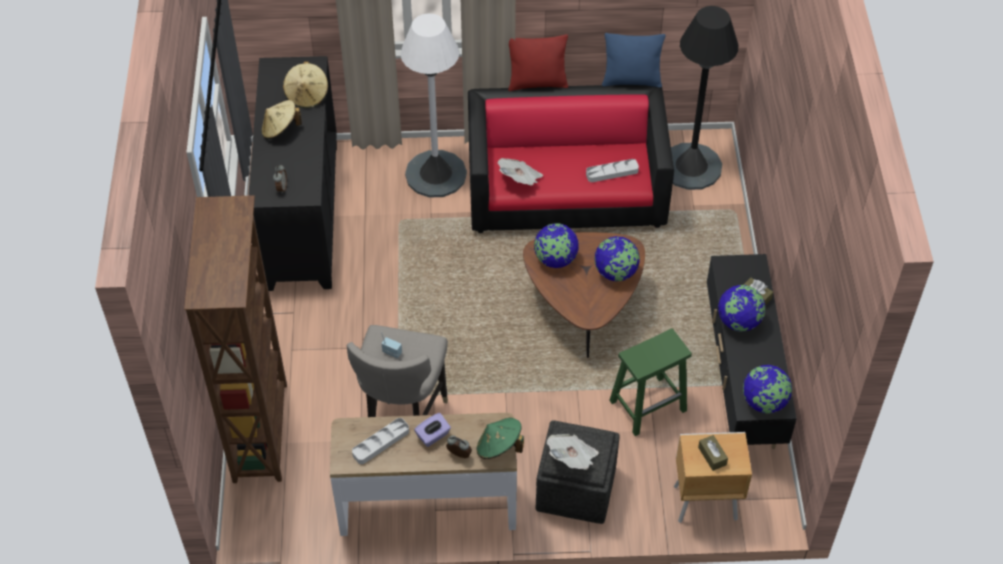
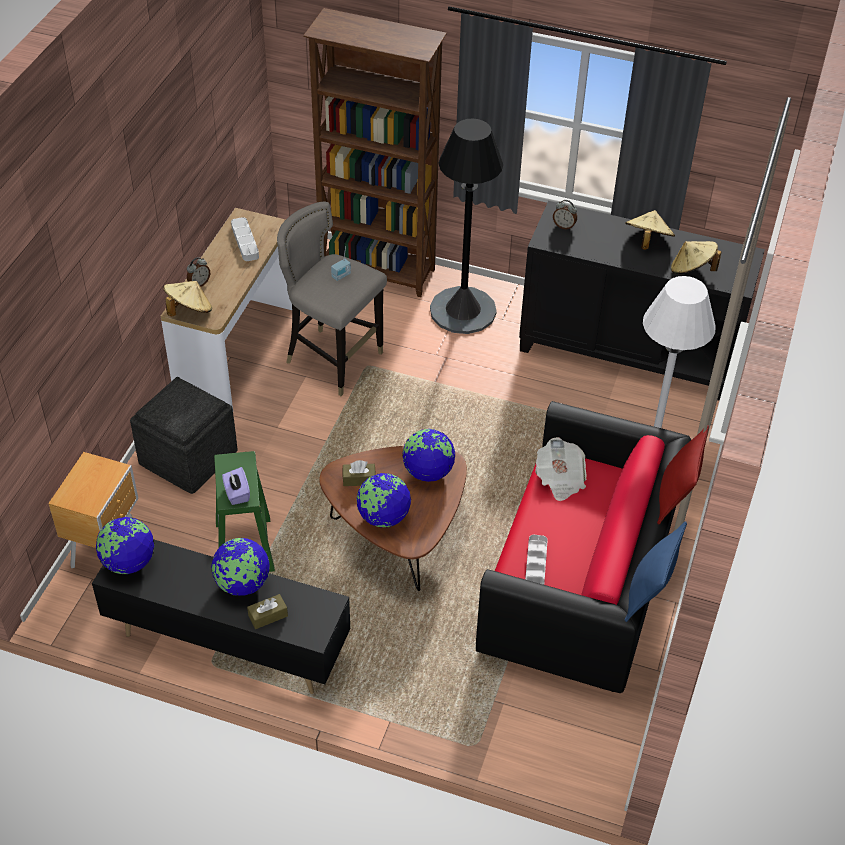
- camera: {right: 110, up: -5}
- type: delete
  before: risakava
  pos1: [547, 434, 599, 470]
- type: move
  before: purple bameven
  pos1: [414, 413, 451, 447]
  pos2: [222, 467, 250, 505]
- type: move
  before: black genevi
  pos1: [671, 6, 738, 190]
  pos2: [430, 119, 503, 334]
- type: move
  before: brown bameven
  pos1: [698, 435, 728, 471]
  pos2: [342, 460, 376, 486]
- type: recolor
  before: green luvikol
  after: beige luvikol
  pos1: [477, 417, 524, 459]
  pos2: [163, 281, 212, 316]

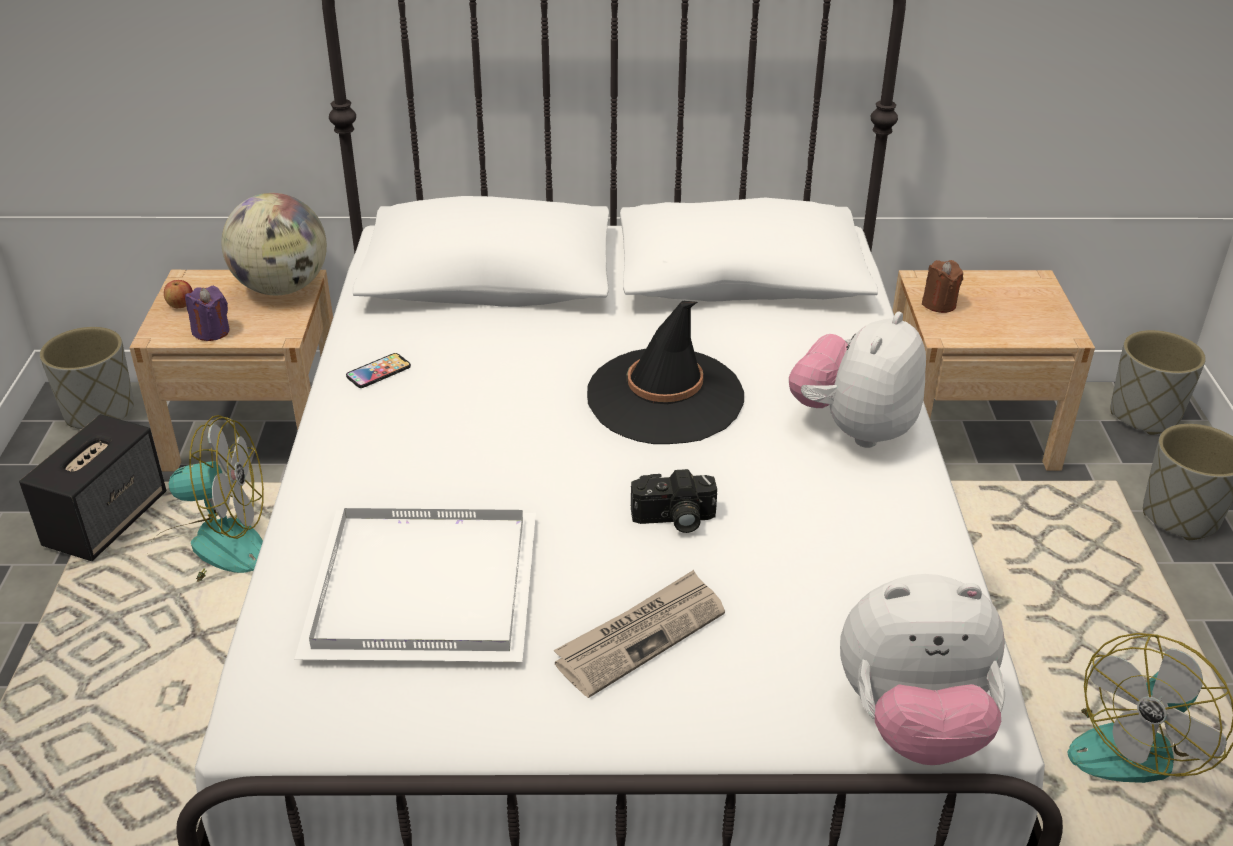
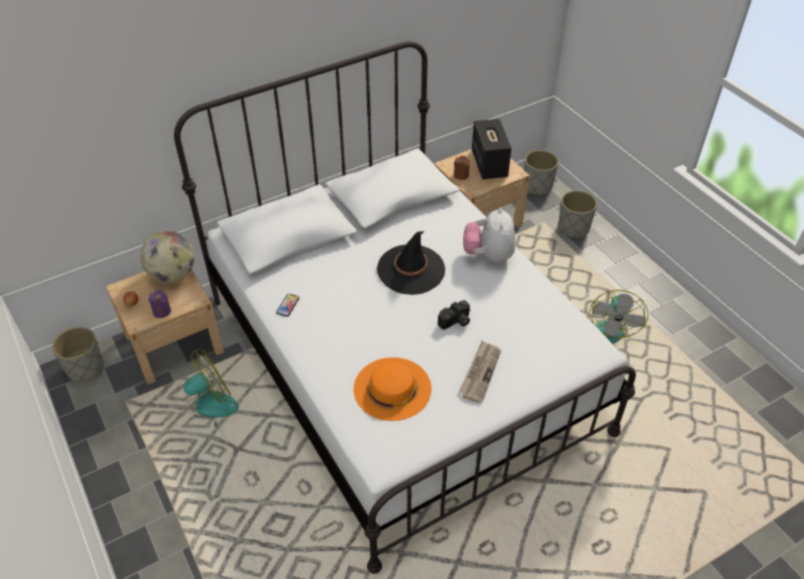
- camera: {right: -30, up: 10}
- type: delete
  before: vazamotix
  pos1: [840, 574, 1005, 765]
- type: move
  before: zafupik
  pos1: [19, 414, 166, 561]
  pos2: [472, 119, 512, 179]
- type: replace
  before: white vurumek
  after: orange luvikol
  pos1: [295, 508, 536, 662]
  pos2: [353, 357, 431, 421]

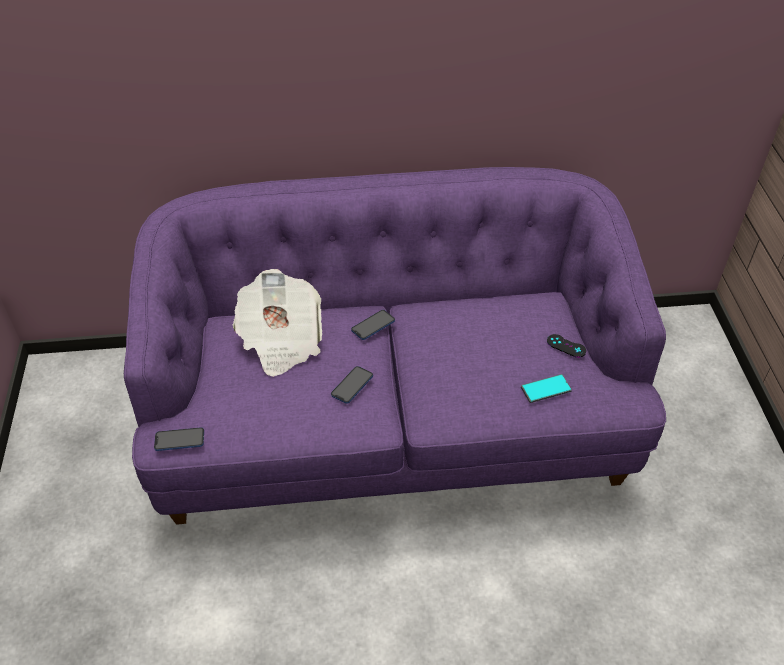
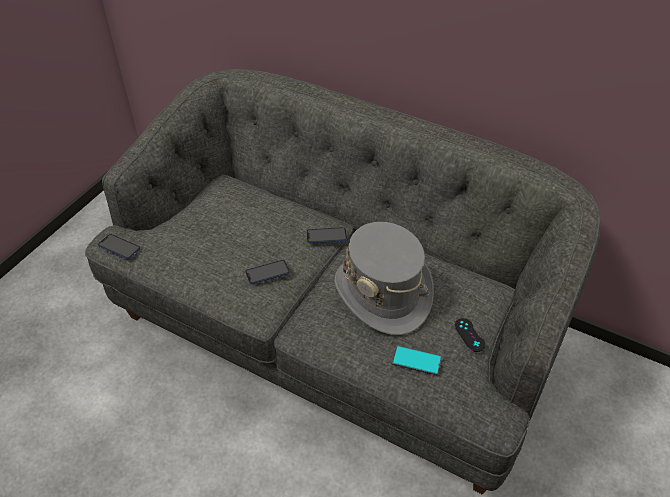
- camera: {right: 35, up: 0}
- type: delete
  before: risakava
  pos1: [233, 269, 322, 377]
- type: insert
  after: grey luvikol
  pos2: [335, 222, 434, 336]
- type: recolor
  before: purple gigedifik
  after: grey gigedifik
  pos1: [124, 167, 666, 525]
  pos2: [85, 69, 601, 495]

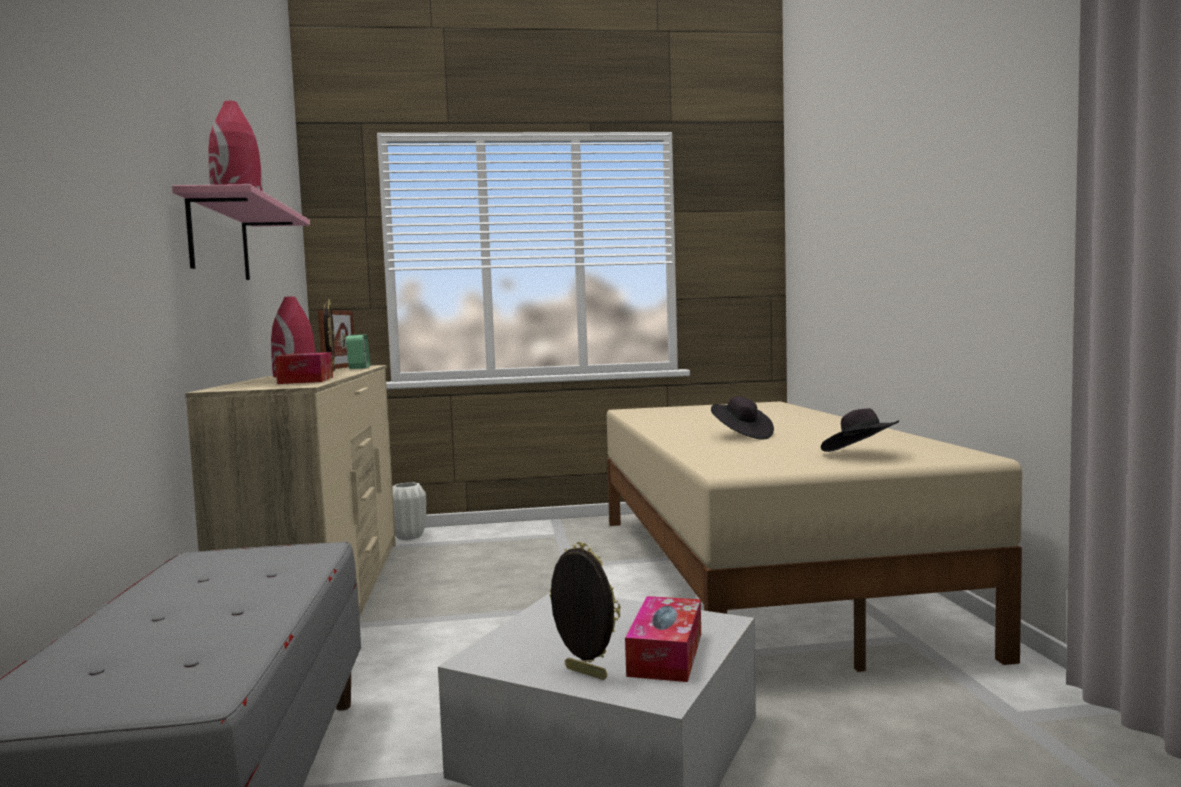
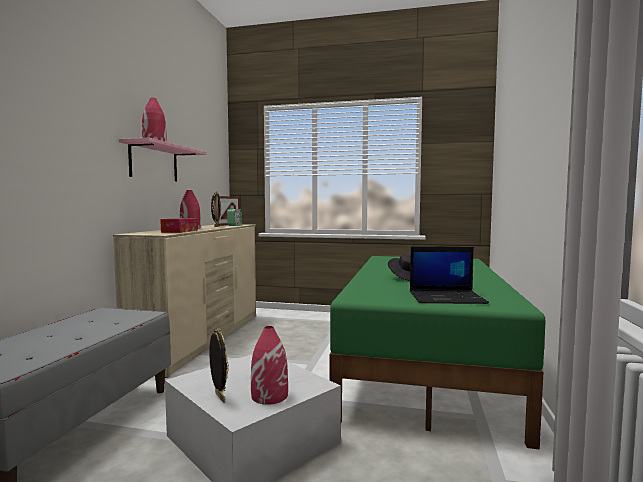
- camera: {right: 20, up: 0}
- type: delete
  before: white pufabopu
  pos1: [392, 482, 426, 540]
- type: replace
  before: bameven
  after: red pufabopu
  pos1: [625, 596, 701, 682]
  pos2: [251, 326, 288, 405]
- type: replace
  before: black luvikol
  after: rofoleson
  pos1: [821, 408, 899, 452]
  pos2: [410, 247, 489, 304]
- type: recolor
  before: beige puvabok
  after: green puvabok
  pos1: [607, 401, 1022, 672]
  pos2: [330, 256, 546, 450]

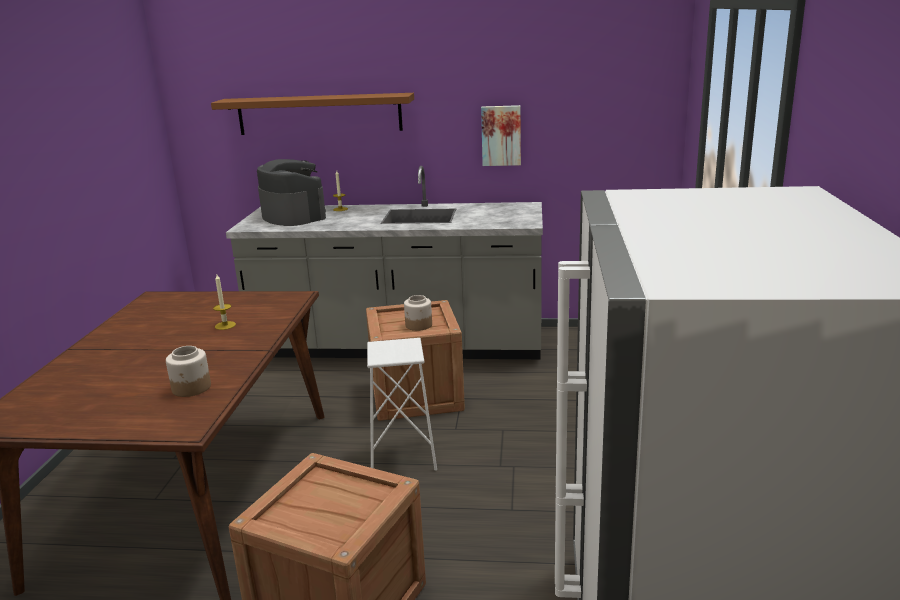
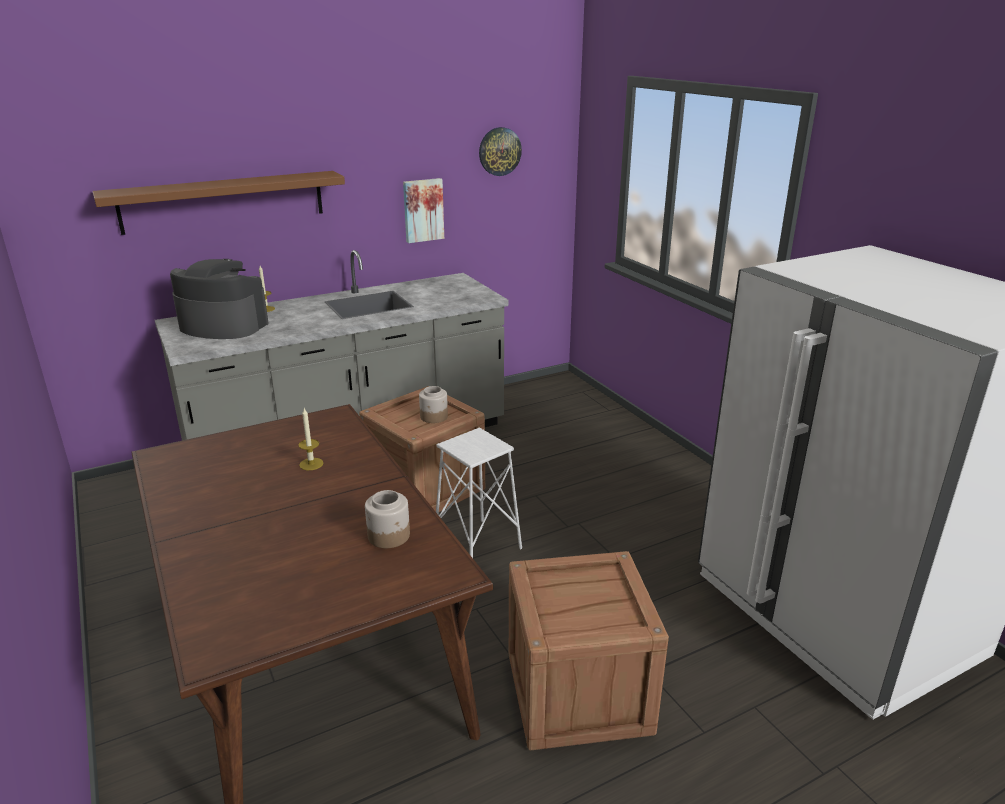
- camera: {right: -35, up: 5}
- type: insert
  after: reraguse
  pos2: [479, 127, 522, 176]

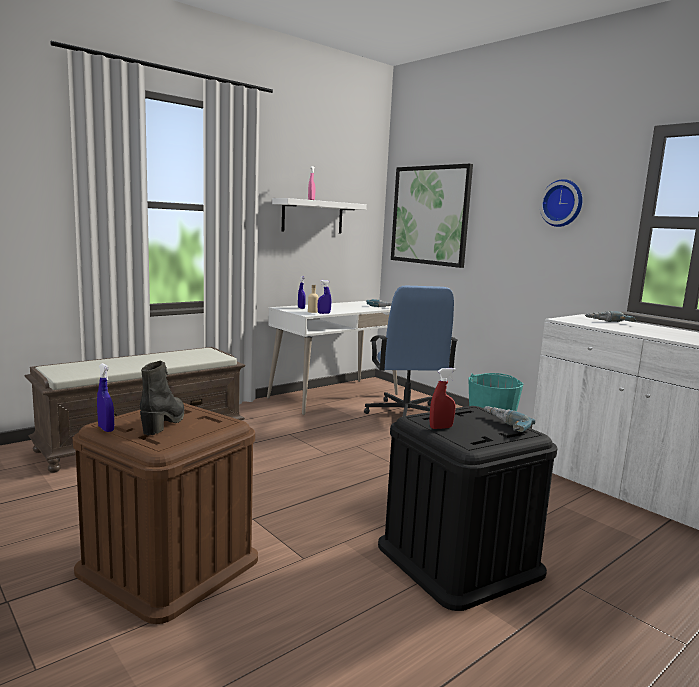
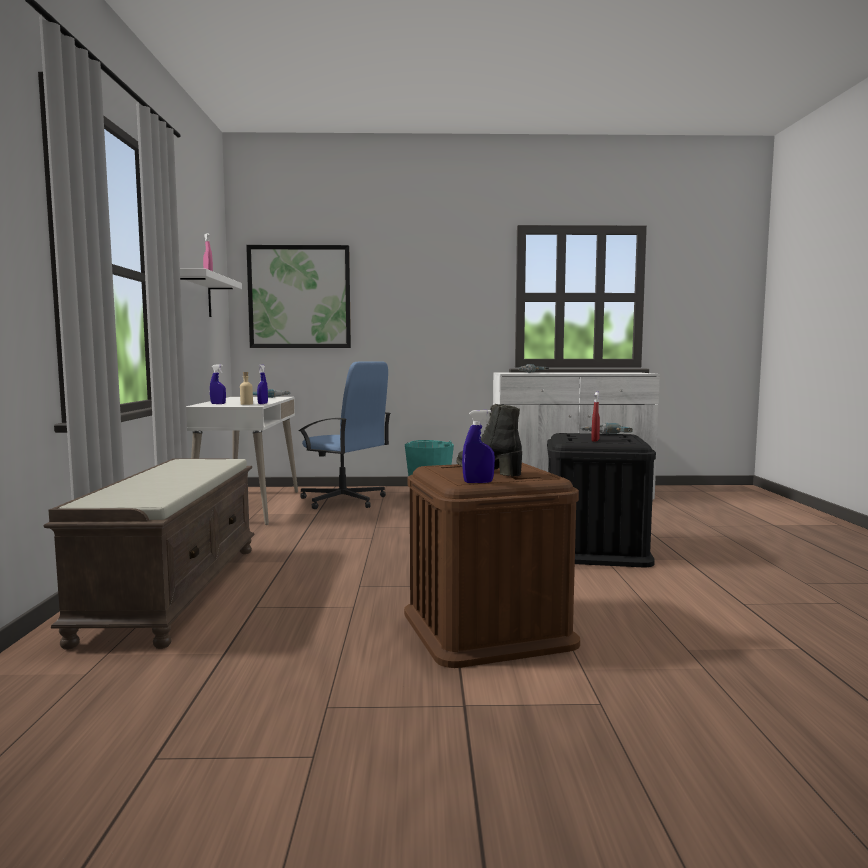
- camera: {right: -50, up: -5}
- type: delete
  before: reraguse
  pos1: [539, 179, 583, 227]

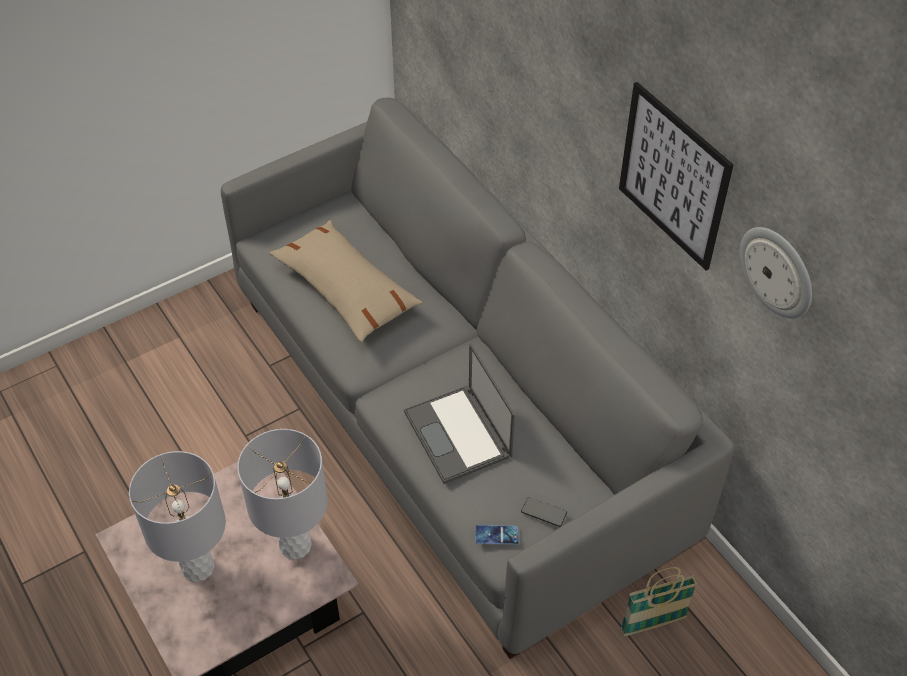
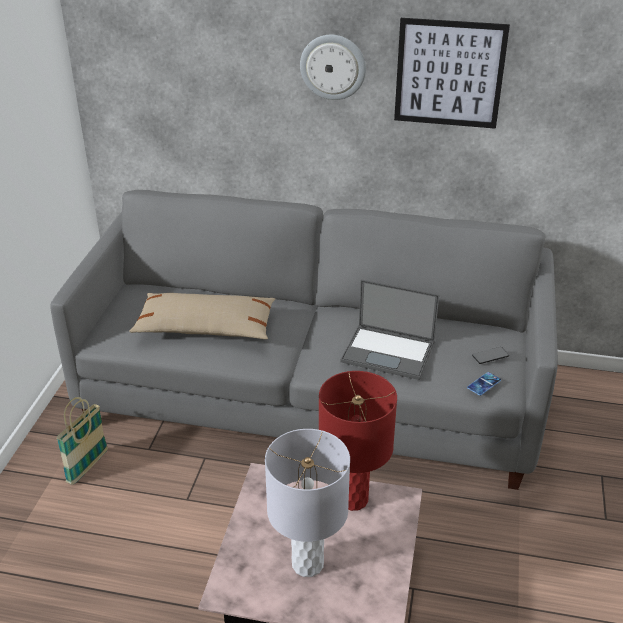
- camera: {right: -45, up: -15}
- type: move
  before: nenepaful
  pos1: [620, 567, 698, 636]
  pos2: [56, 397, 108, 485]
- type: move
  before: reraguse
  pos1: [740, 227, 812, 318]
  pos2: [300, 35, 366, 100]
- type: recolor
  before: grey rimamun
  after: red rimamun
  pos1: [237, 429, 328, 559]
  pos2: [319, 371, 397, 511]

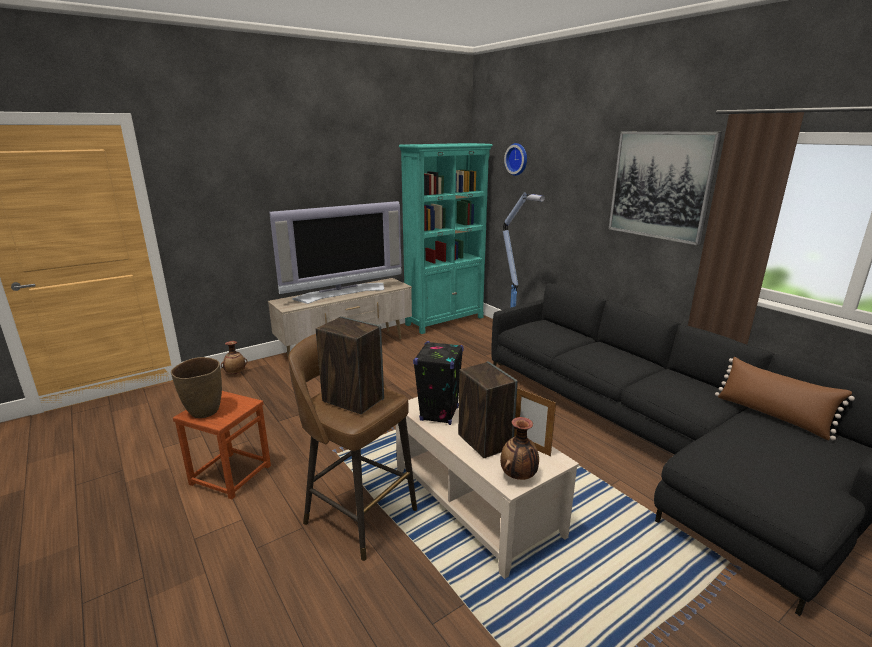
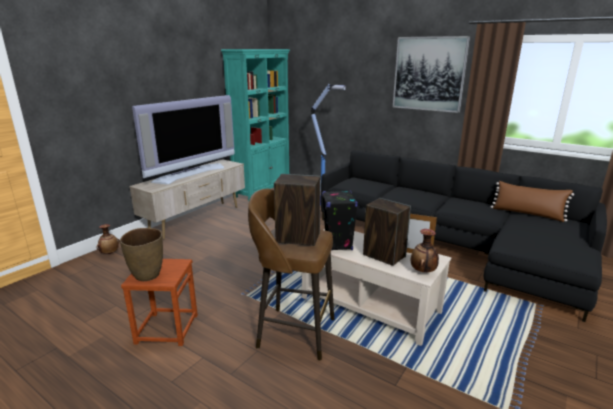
- camera: {right: -20, up: 0}
- type: delete
  before: reraguse
  pos1: [504, 143, 527, 176]

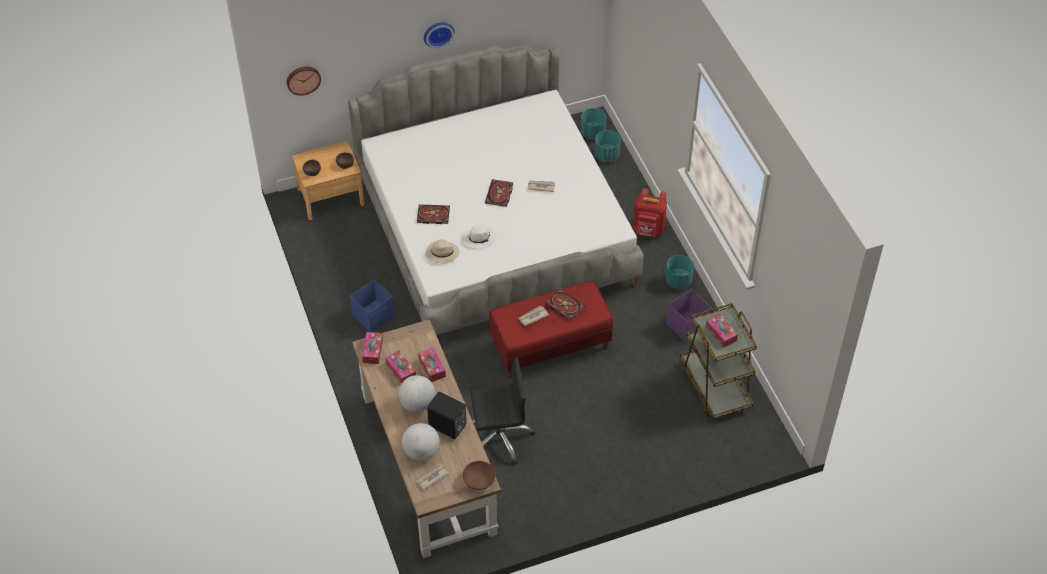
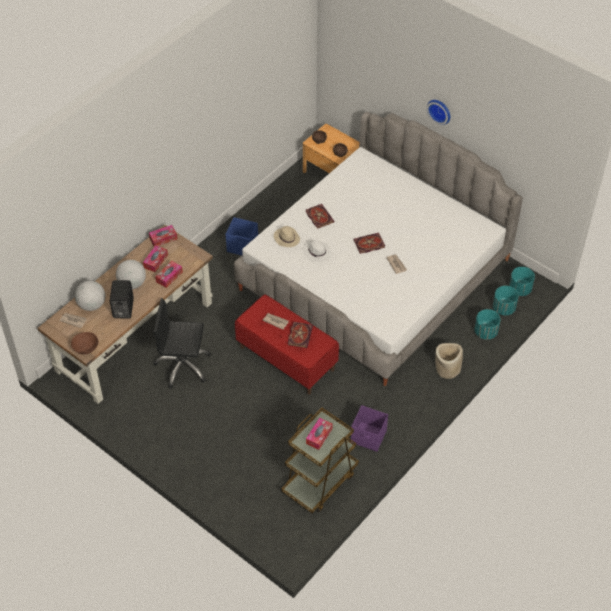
- camera: {right: 60, up: 0}
- type: delete
  before: reraguse
  pos1: [287, 67, 321, 96]
- type: move
  before: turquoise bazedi
  pos1: [665, 255, 694, 289]
  pos2: [474, 309, 500, 339]
- type: replace
  before: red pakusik
  after: beige bazedi
  pos1: [633, 188, 667, 237]
  pos2: [435, 343, 463, 379]
- type: rotate
  before: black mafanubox
  pos1: [470, 358, 535, 465]
  pos2: [153, 298, 211, 389]
  turn: 135

